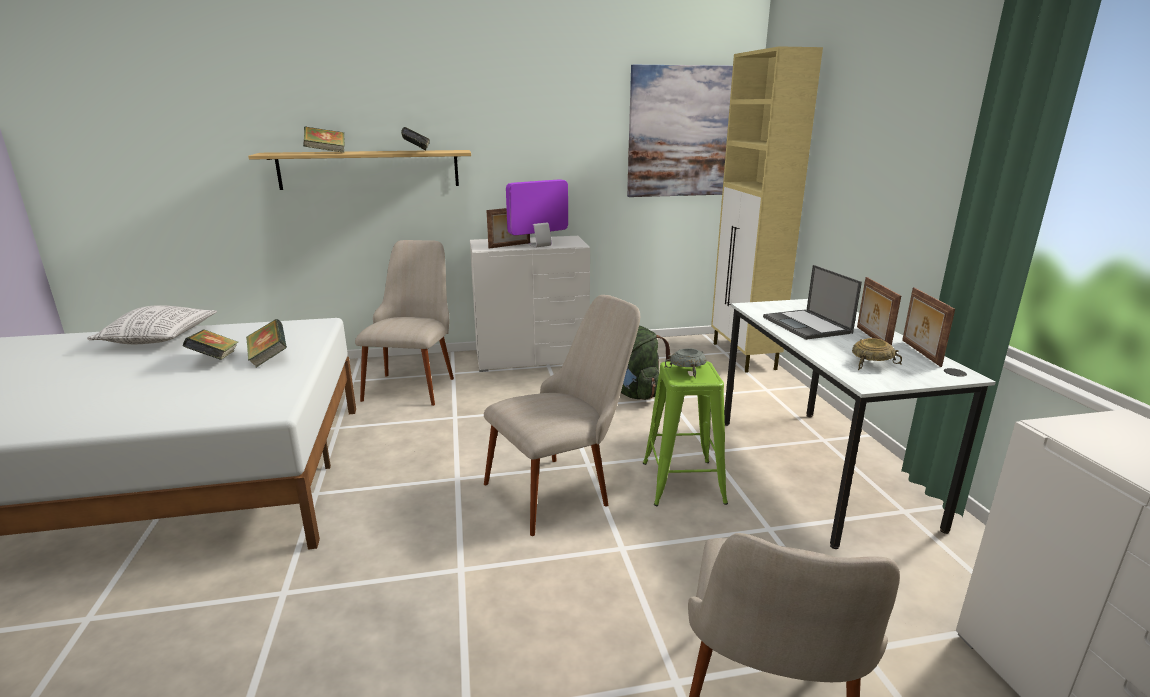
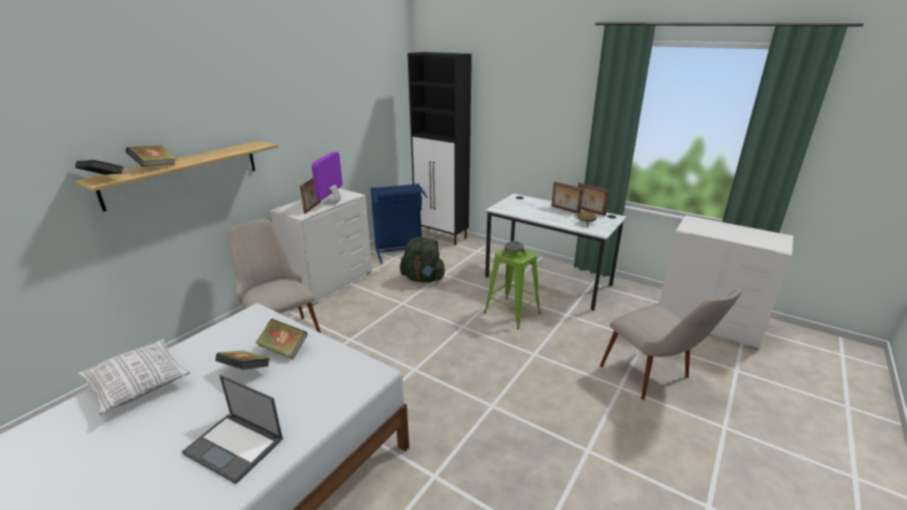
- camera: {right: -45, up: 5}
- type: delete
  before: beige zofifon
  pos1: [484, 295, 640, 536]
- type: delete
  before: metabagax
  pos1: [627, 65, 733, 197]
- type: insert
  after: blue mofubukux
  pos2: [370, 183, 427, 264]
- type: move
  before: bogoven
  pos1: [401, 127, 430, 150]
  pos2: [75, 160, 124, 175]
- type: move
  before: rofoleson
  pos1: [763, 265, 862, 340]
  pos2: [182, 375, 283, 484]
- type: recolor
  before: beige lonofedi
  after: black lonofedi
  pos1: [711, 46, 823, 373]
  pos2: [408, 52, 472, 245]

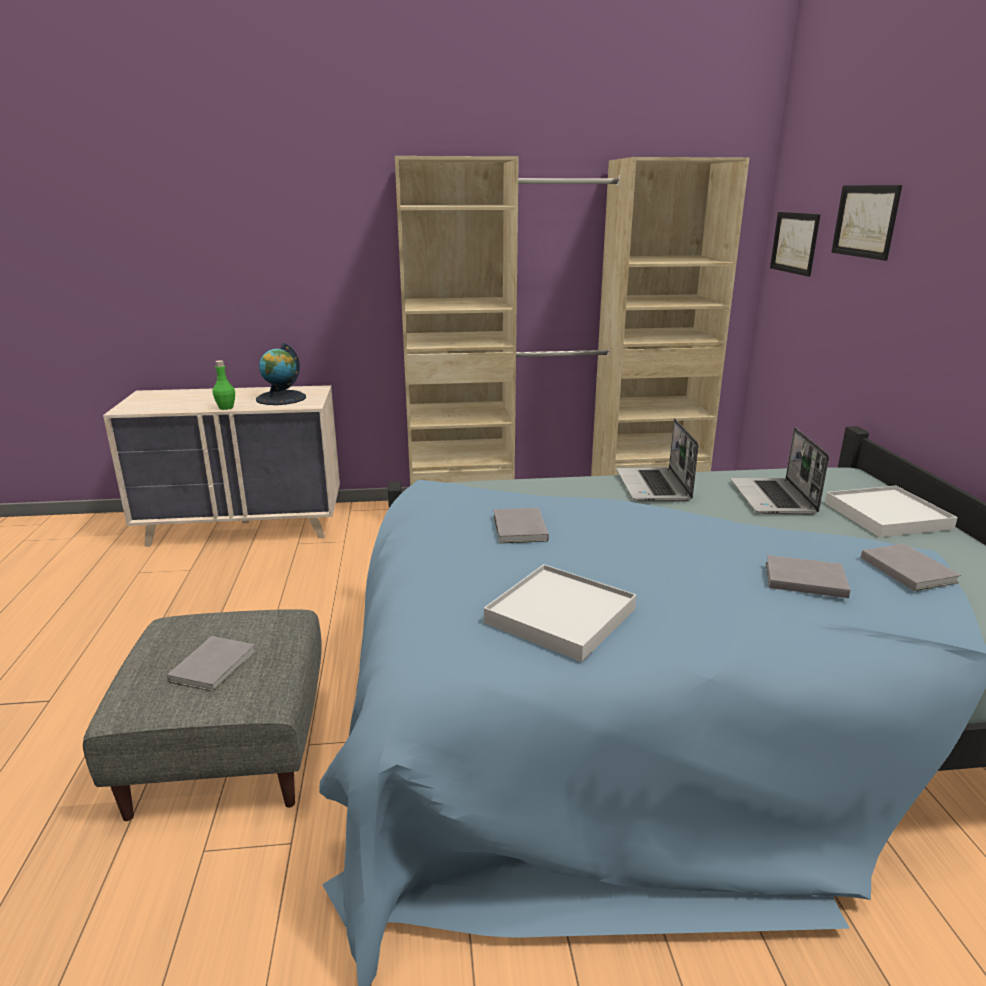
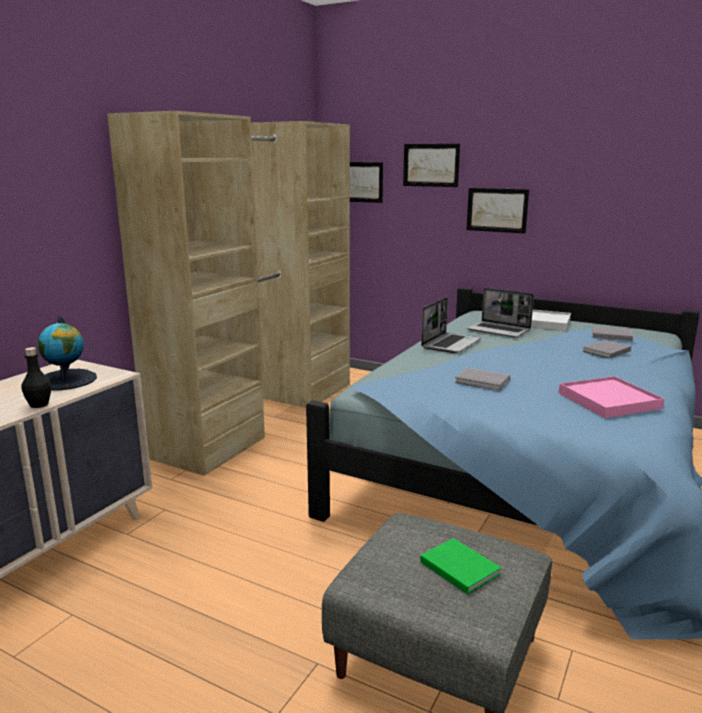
- camera: {right: -55, up: -5}
- type: insert
  after: metabagax
  pos2: [466, 188, 529, 233]
- type: recolor
  before: grey bogoven
  after: green bogoven
  pos1: [167, 636, 256, 692]
  pos2: [420, 538, 502, 594]
- type: recolor
  before: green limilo
  after: black limilo
  pos1: [212, 360, 235, 410]
  pos2: [21, 347, 51, 408]
- type: recolor
  before: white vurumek
  after: pink vurumek
  pos1: [484, 564, 636, 662]
  pos2: [559, 376, 665, 418]
- type: rotate
  before: rofoleson
  pos1: [616, 418, 698, 502]
  pos2: [421, 297, 481, 353]
  turn: -90

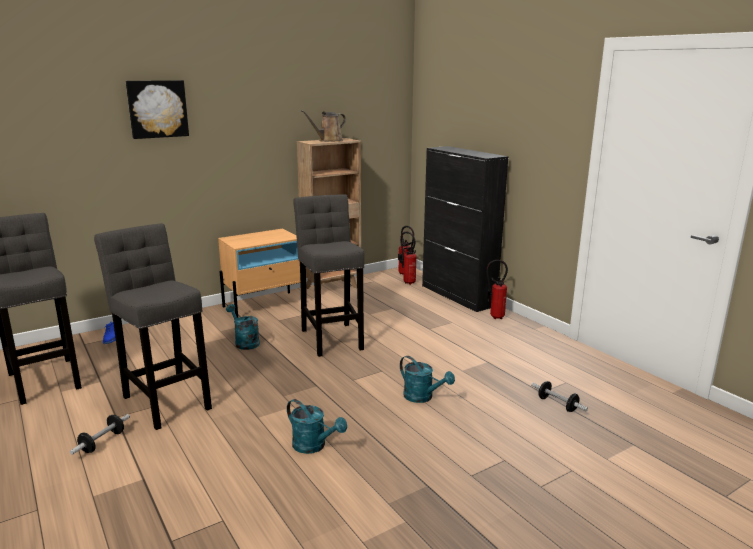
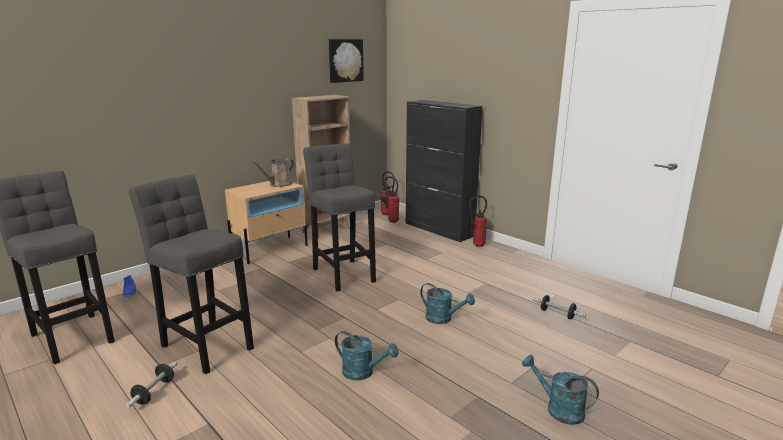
- camera: {right: -10, up: 0}
- type: move
  before: metabagax
  pos1: [126, 80, 189, 139]
  pos2: [329, 39, 364, 83]
- type: move
  before: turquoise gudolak
  pos1: [226, 304, 260, 350]
  pos2: [522, 355, 599, 425]
- type: move
  before: brown gudolak
  pos1: [301, 110, 346, 142]
  pos2: [251, 158, 294, 187]

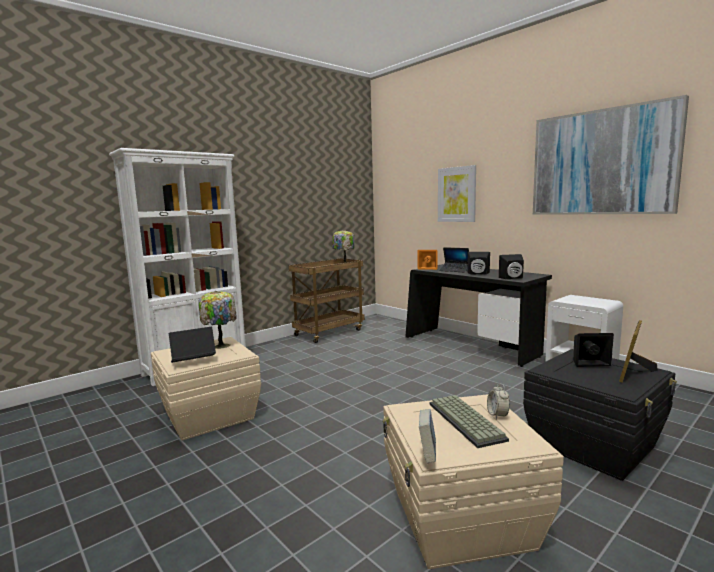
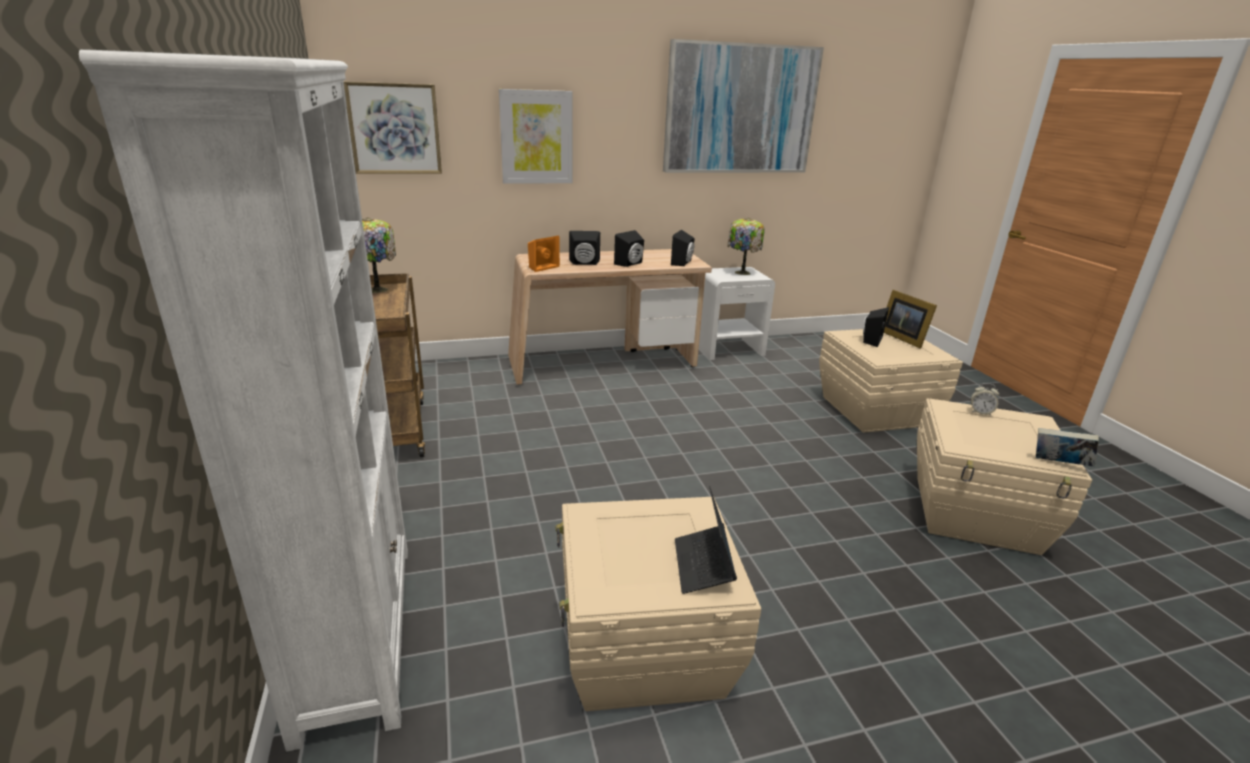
- camera: {right: -65, up: 15}
- type: delete
  before: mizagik
  pos1: [429, 395, 509, 448]
- type: insert
  after: metabagax
  pos2: [344, 82, 442, 174]
- type: move
  before: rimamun
  pos1: [198, 291, 237, 349]
  pos2: [727, 218, 765, 275]
- type: replace
  before: rofoleson
  after: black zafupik
  pos1: [439, 247, 469, 272]
  pos2: [569, 231, 600, 265]
- type: recolor
  before: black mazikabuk
  after: beige mazikabuk
  pos1: [405, 264, 552, 367]
  pos2: [508, 249, 712, 385]
- type: recolor
  before: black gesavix
  after: beige gesavix
  pos1: [523, 349, 677, 481]
  pos2: [819, 329, 963, 433]

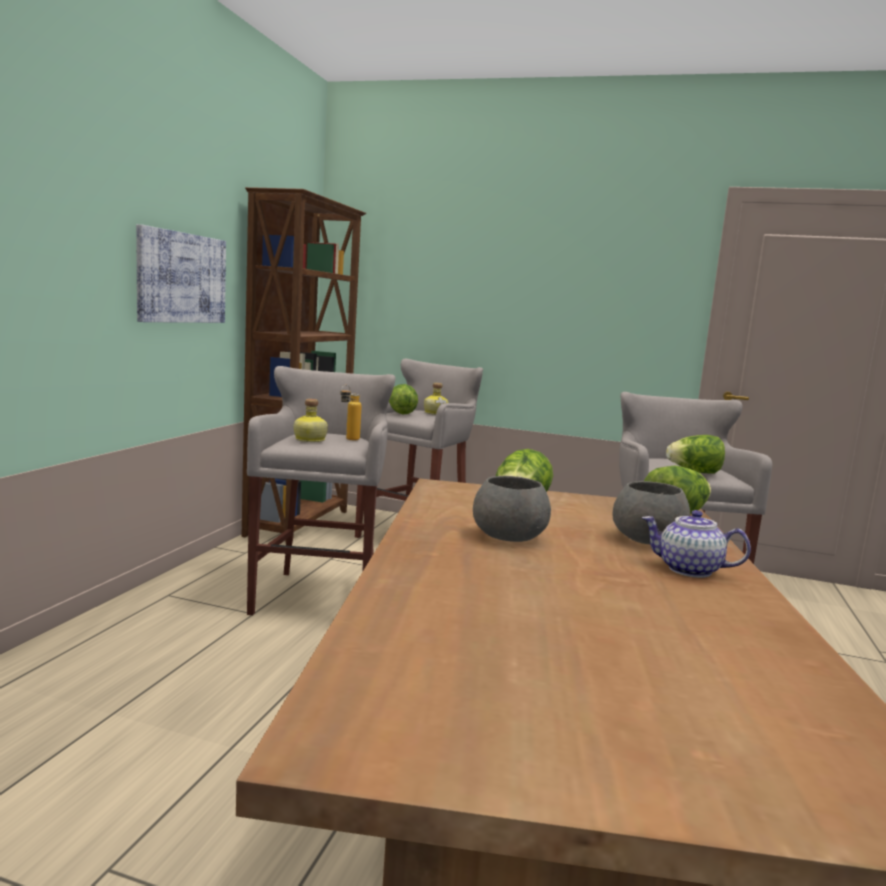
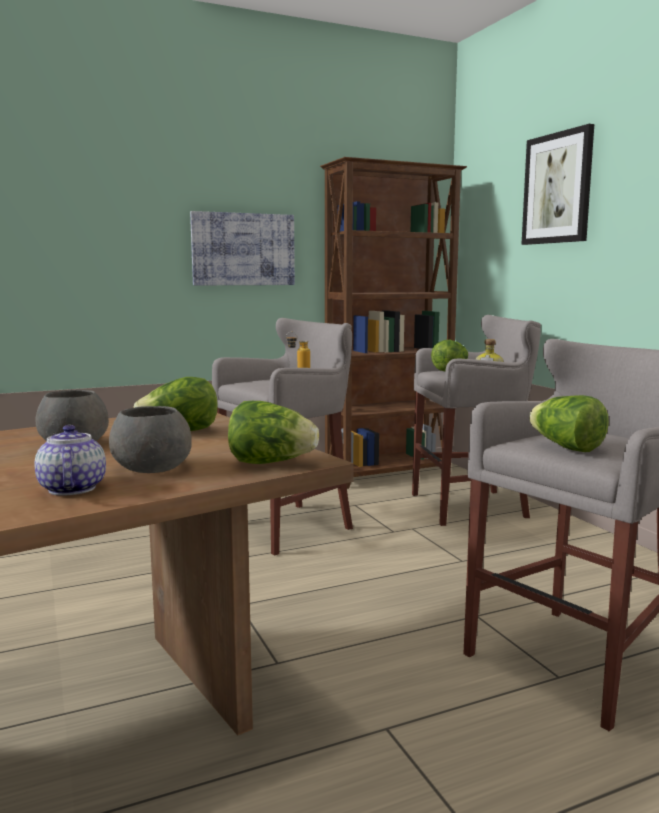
- camera: {right: 50, up: 0}
- type: delete
  before: limilo
  pos1: [294, 399, 328, 442]
- type: insert
  after: metabagax
  pos2: [521, 124, 594, 245]

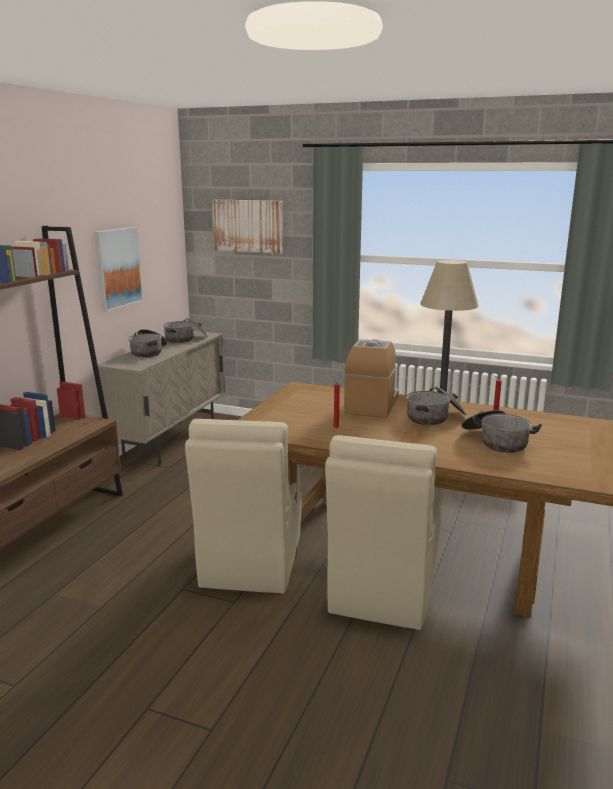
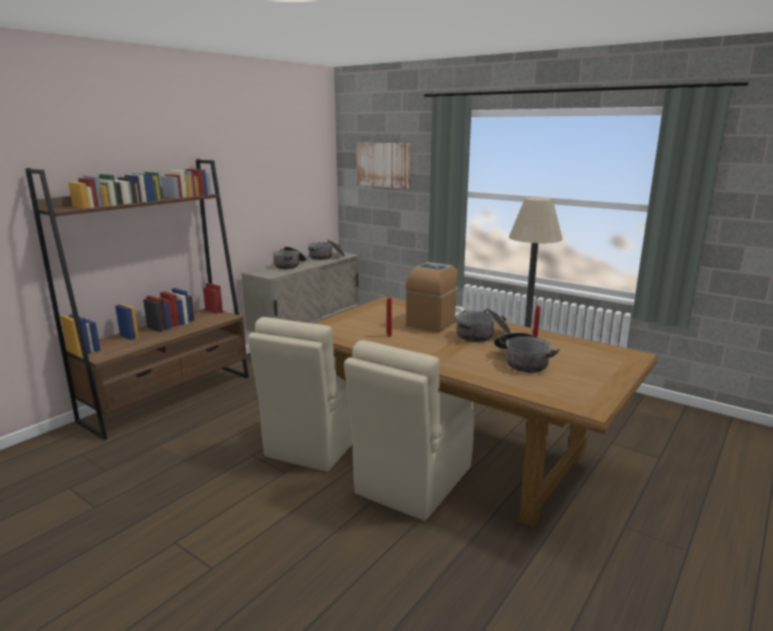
- camera: {right: 15, up: 0}
- type: delete
  before: metabagax
  pos1: [94, 227, 143, 312]

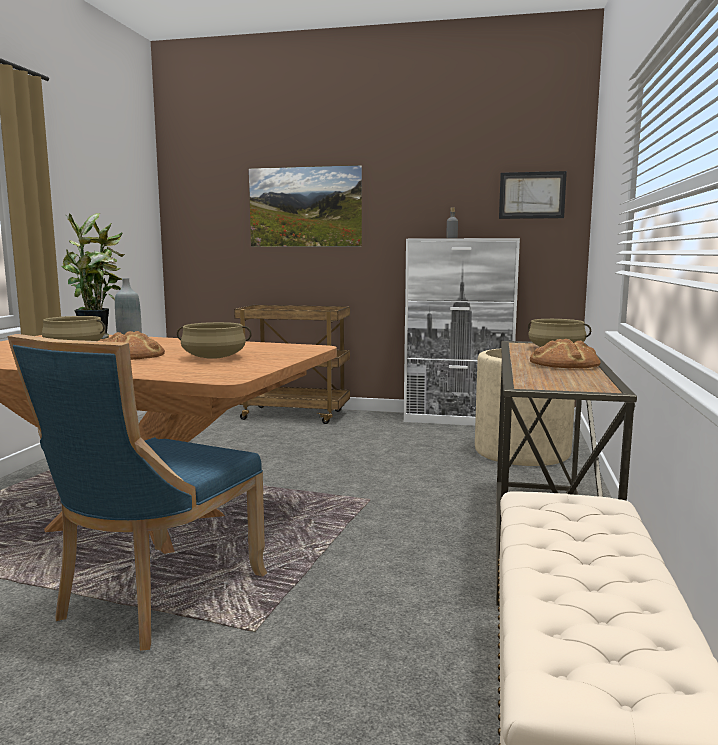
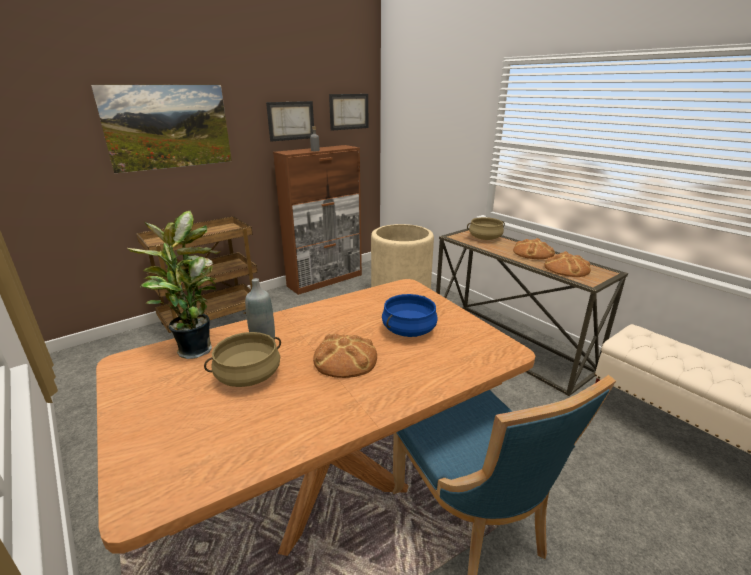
- camera: {right: -50, up: 15}
- type: insert
  after: metabagax
  pos2: [266, 101, 314, 142]
- type: insert
  after: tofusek
  pos2: [545, 251, 591, 277]
- type: recolor
  before: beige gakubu
  after: blue gakubu
  pos1: [177, 322, 252, 359]
  pos2: [382, 294, 438, 337]
- type: recolor
  before: white lonofedi
  after: brown lonofedi
  pos1: [404, 238, 520, 426]
  pos2: [273, 145, 362, 295]

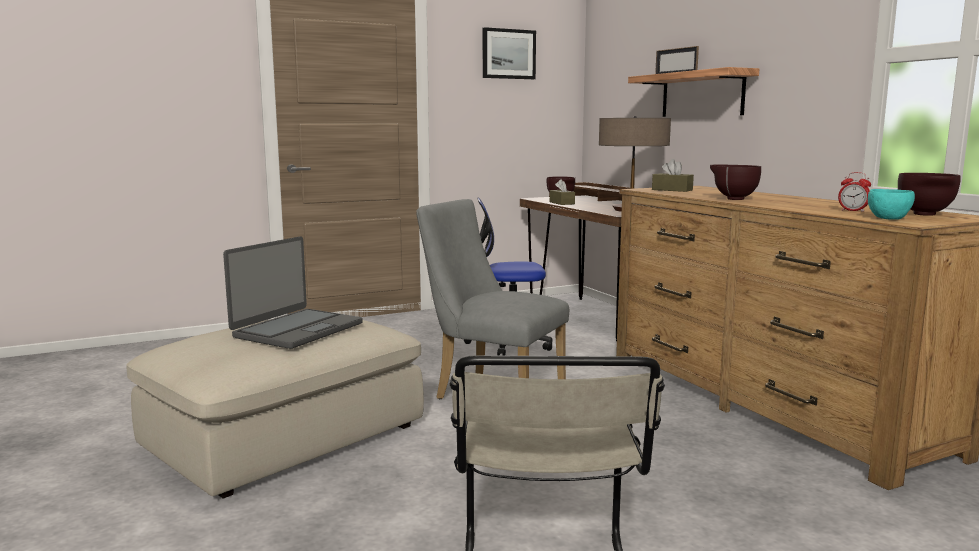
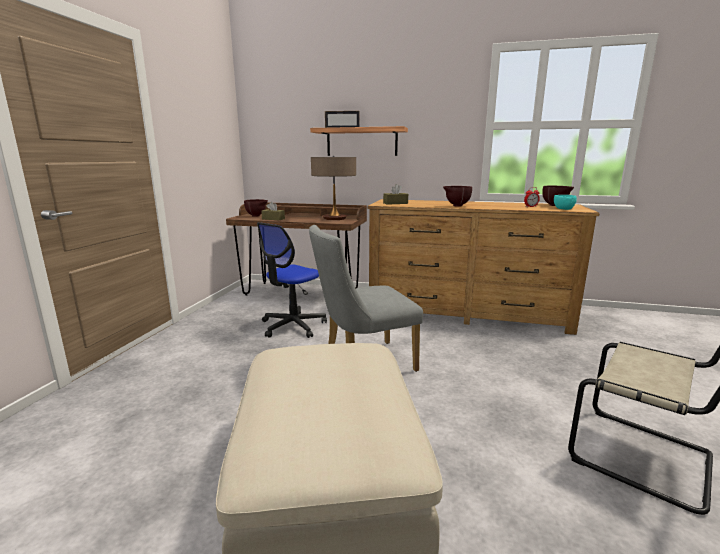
- camera: {right: -50, up: 5}
- type: delete
  before: rofoleson
  pos1: [223, 236, 363, 349]
- type: delete
  before: metabagax
  pos1: [483, 27, 536, 79]

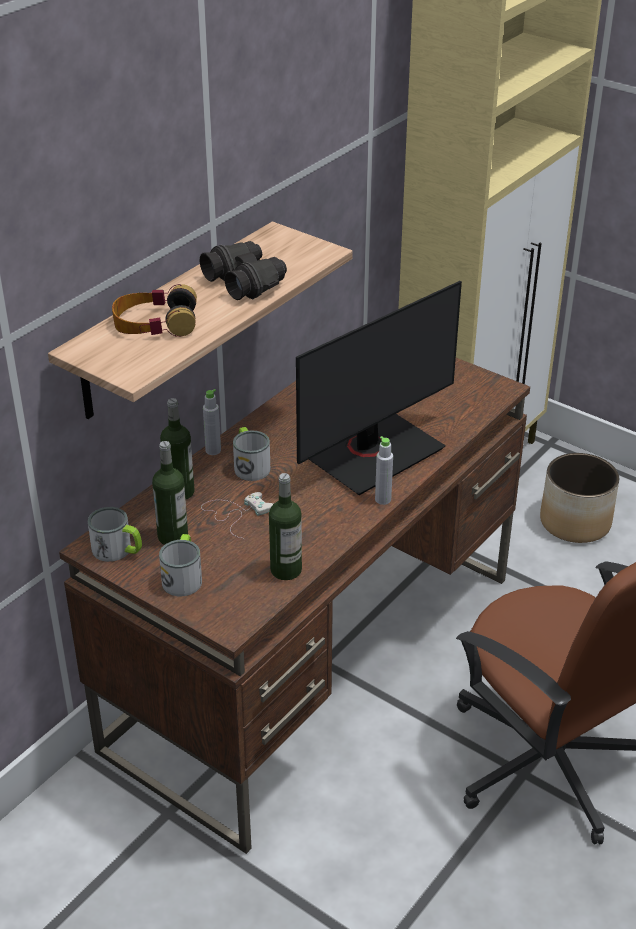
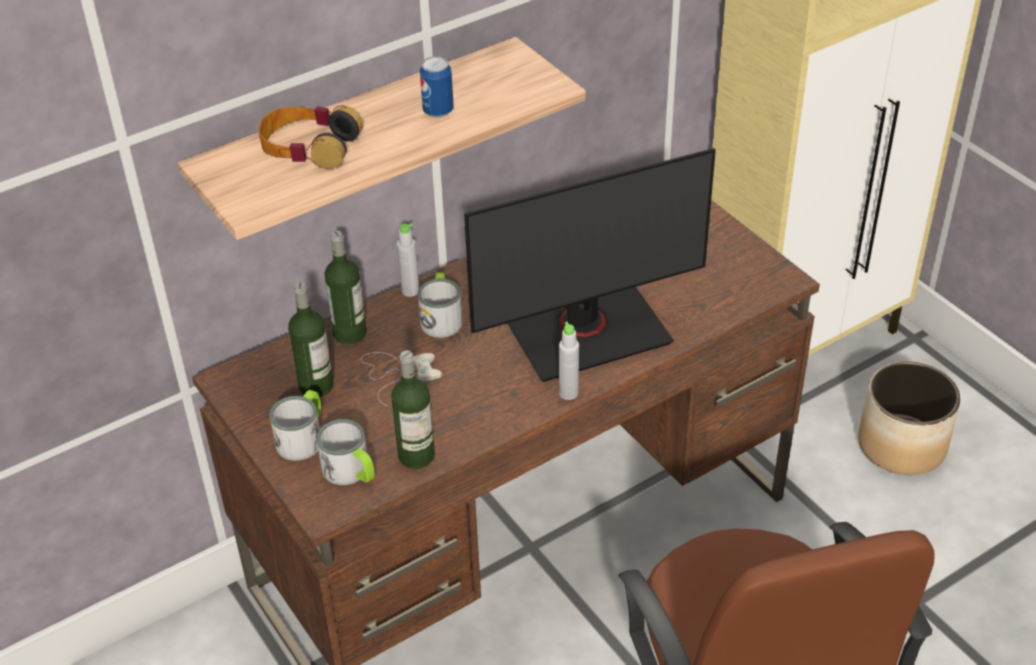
- camera: {right: 20, up: 5}
- type: move
  before: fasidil
  pos1: [88, 507, 142, 562]
  pos2: [316, 419, 375, 485]
- type: replace
  before: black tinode
  after: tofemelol
  pos1: [200, 241, 287, 300]
  pos2: [420, 56, 454, 118]

